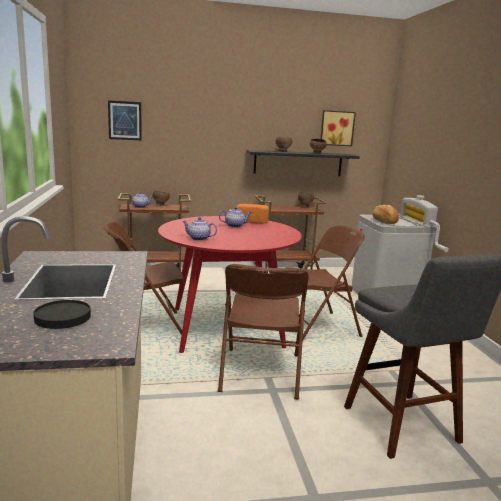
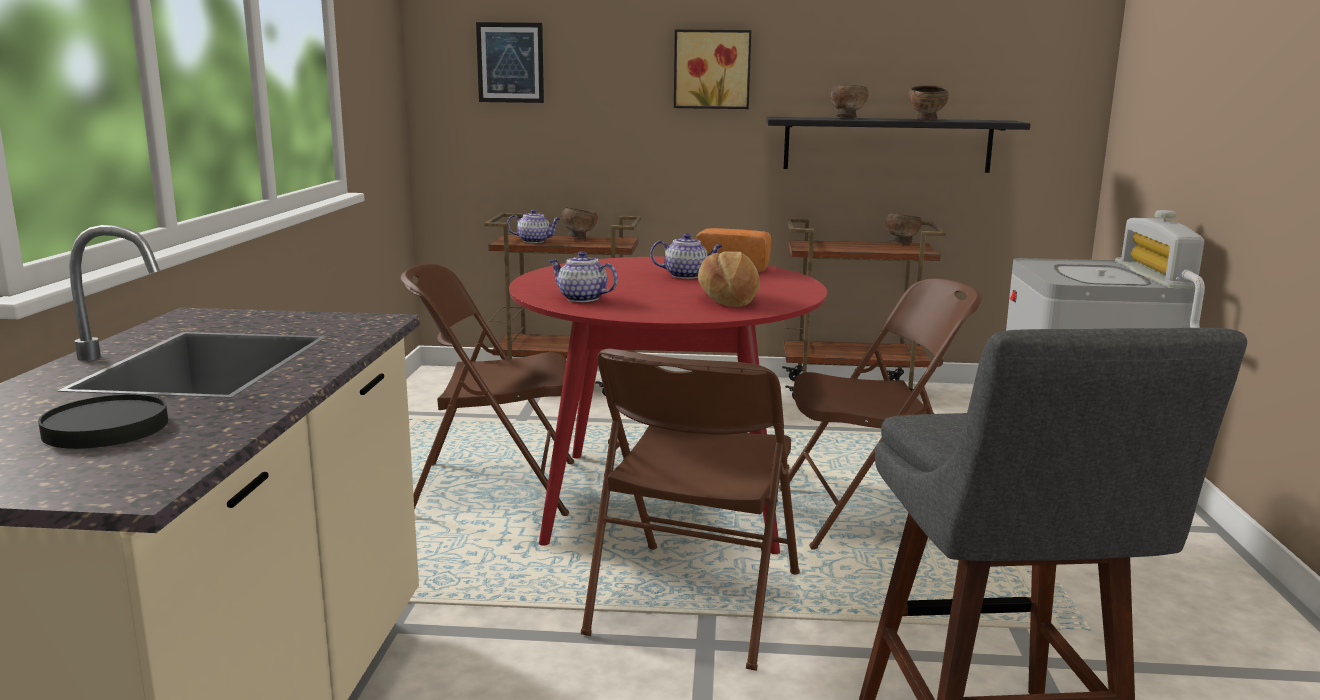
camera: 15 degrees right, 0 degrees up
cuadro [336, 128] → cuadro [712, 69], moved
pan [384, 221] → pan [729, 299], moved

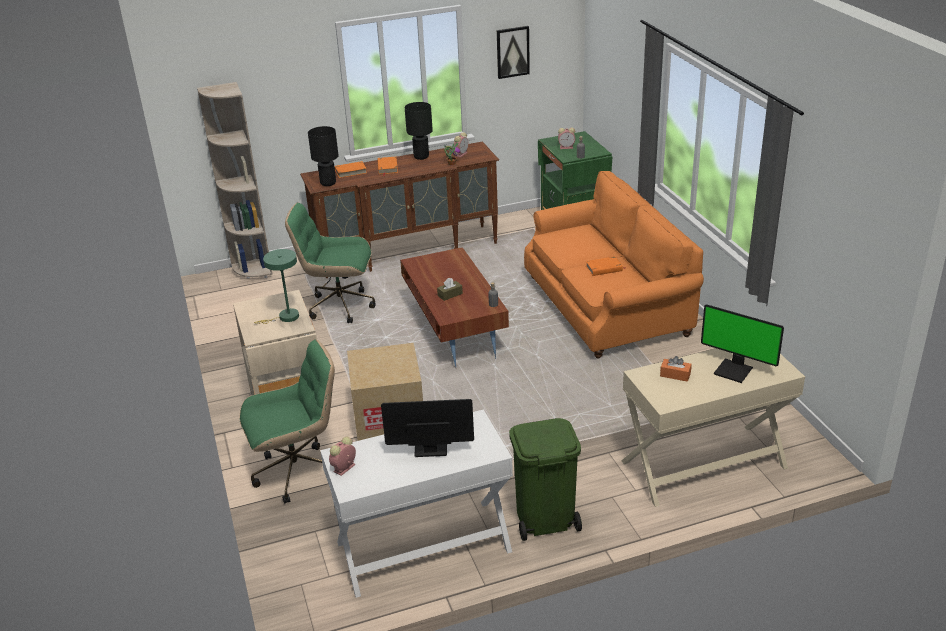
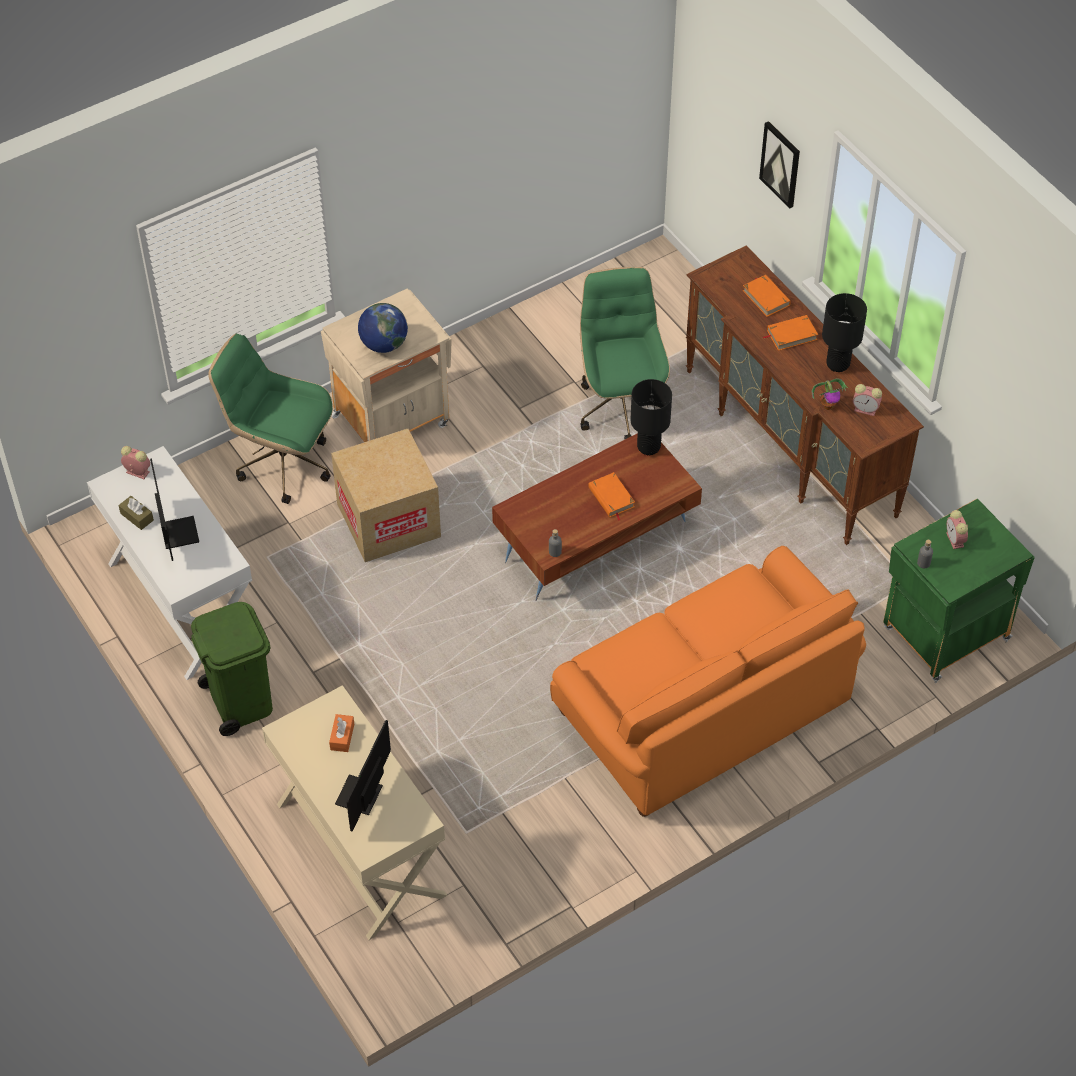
camera: 75 degrees right, 20 degrees up
estantería (beis) [253, 273] → -
silla de oficina (verde) [299, 472] → silla de oficina (verde) [281, 464], 150 degrees clockwise
lámpara de mesa (verde) [285, 317] → globo terráqueo [384, 344]
lámpara de mesa (negro) [328, 184] → lámpara de mesa (negro) [648, 448], moved
caja de pañuelos (marrón) [450, 294] → caja de pañuelos (marrón) [137, 517], moved
cuadro [512, 52] → cuadro [781, 164], moved
libro (naranja) [604, 268] → libro (naranja) [611, 497], moved

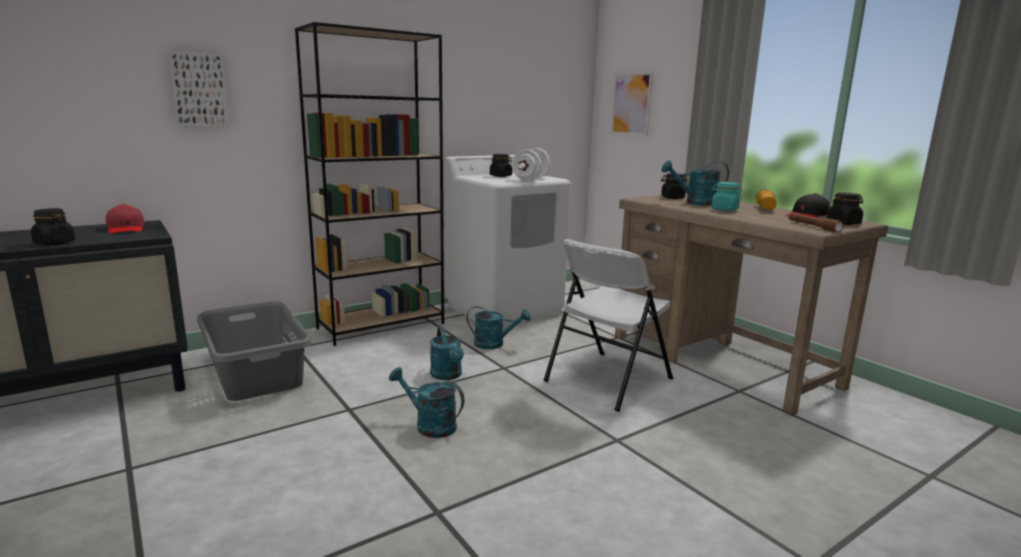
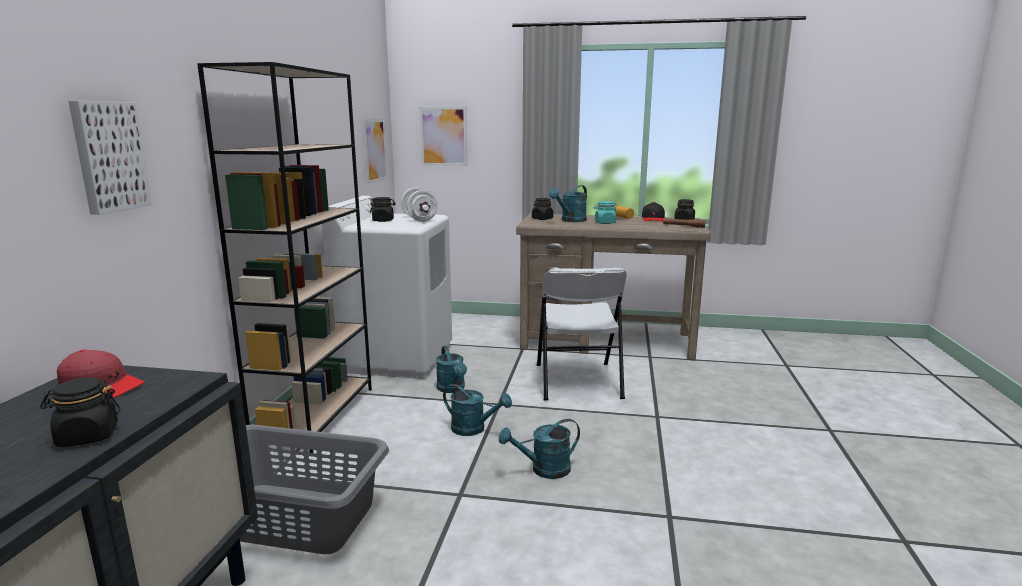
camera: 45 degrees left, 0 degrees up
regadera (turquesa) [494, 344] → regadera (turquesa) [452, 389], 105 degrees clockwise
- → cuadro [375, 150]

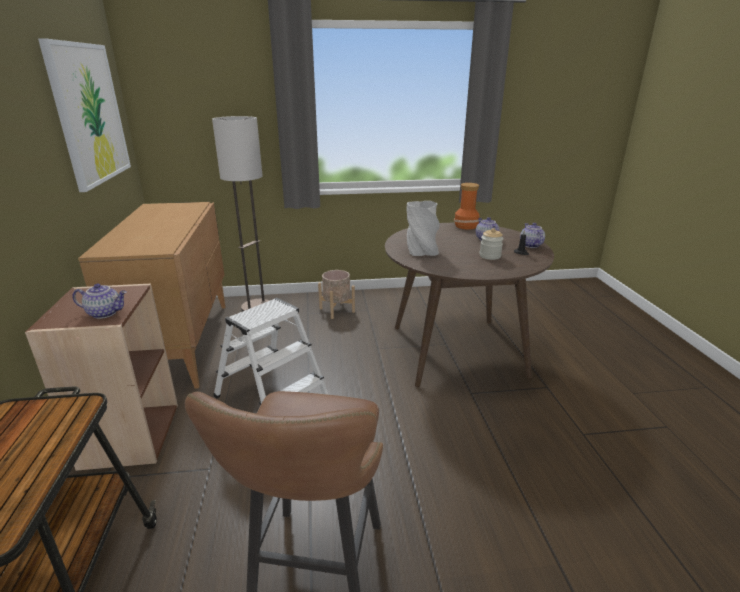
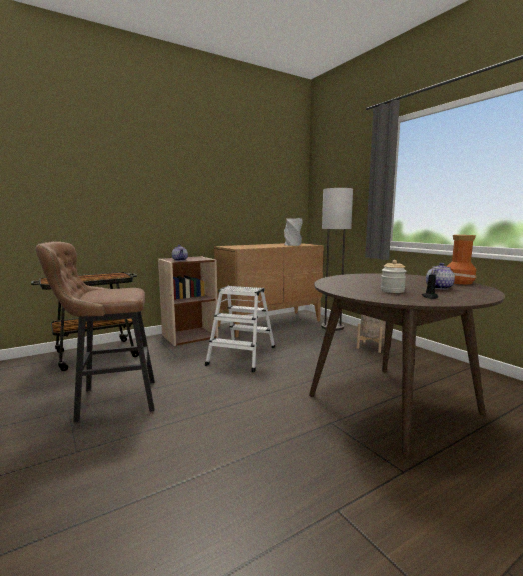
camera: 65 degrees right, 15 degrees down
cuadro [89, 114] → -
florero (gris) [421, 251] → florero (gris) [292, 245], moved
tetera [530, 245] → -

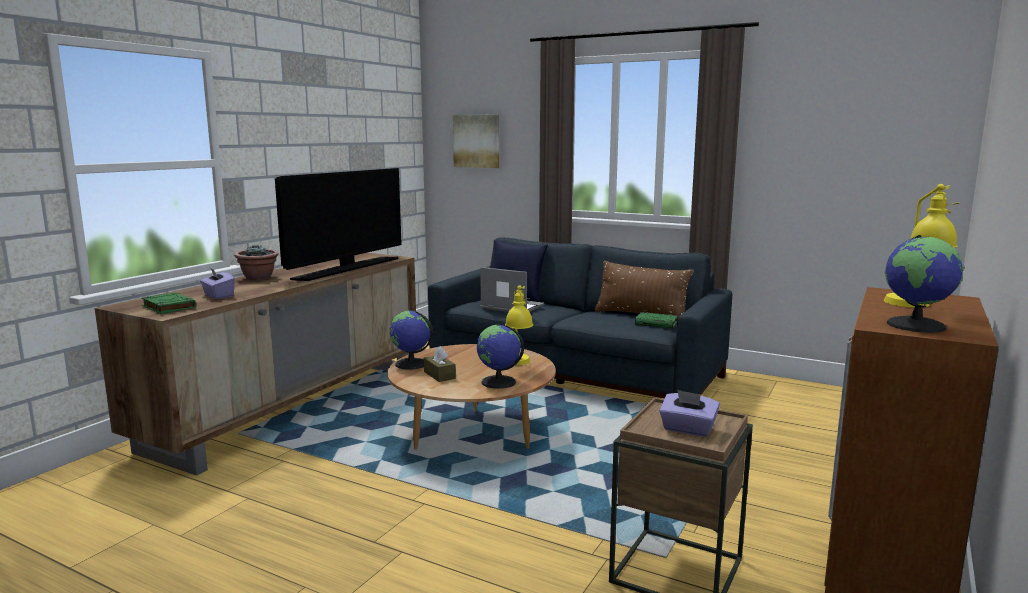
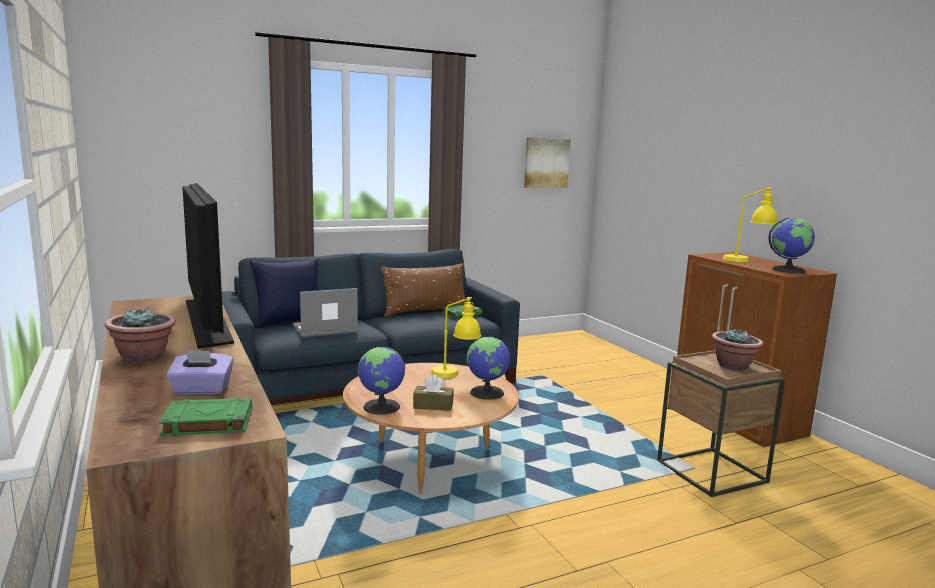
camera: 55 degrees left, 0 degrees up
cuadro [477, 141] → cuadro [546, 163], moved
caja de pañuelos (morado) [687, 429] → planta en maceta [733, 366]

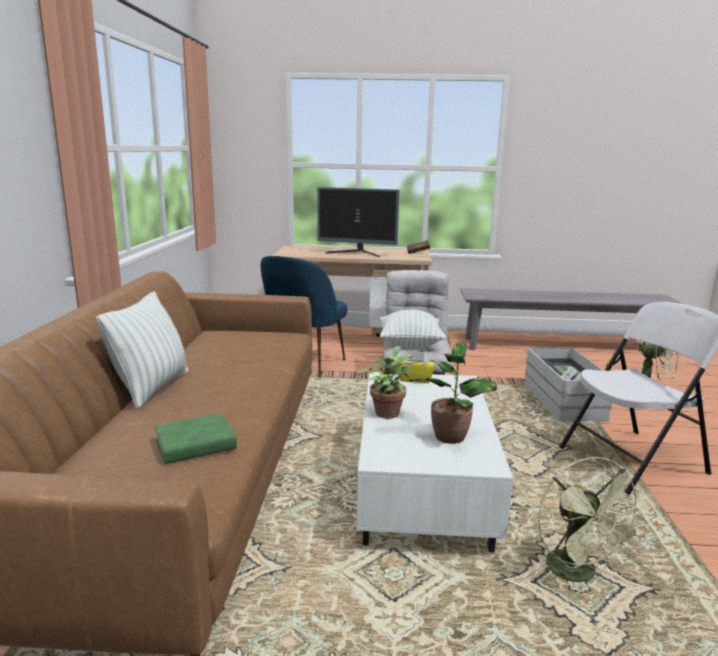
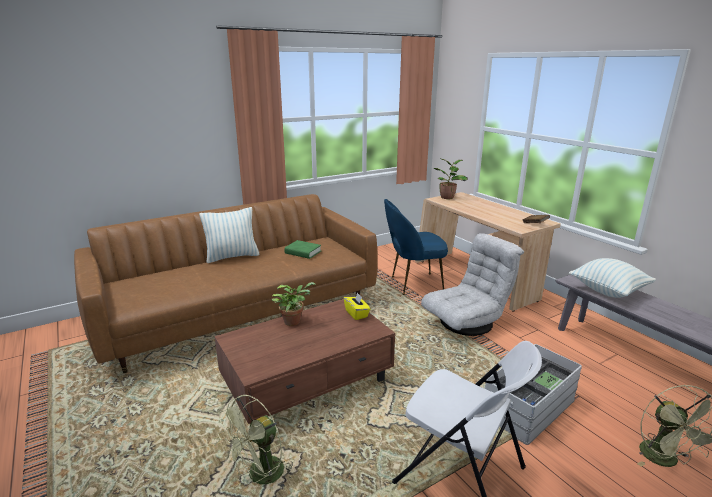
camera: 55 degrees right, 5 degrees up
libro (verde) [195, 445] → libro (verde) [303, 252], moved
monitor [357, 253] → -
mesa de centro (blanco) [423, 486] → mesa de centro (marrón) [309, 381]
cojín [410, 344] → cojín [608, 291], moved
planta en maceta [449, 435] → planta en maceta [448, 197], moved

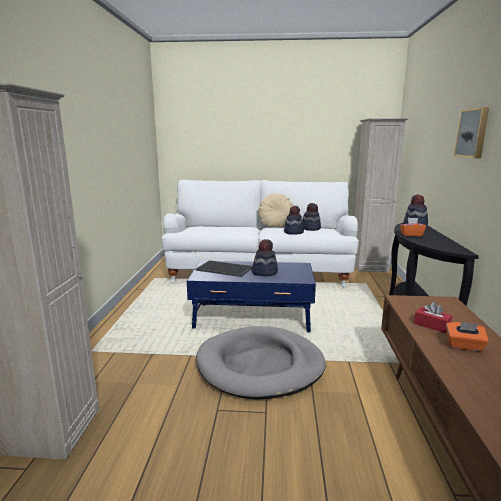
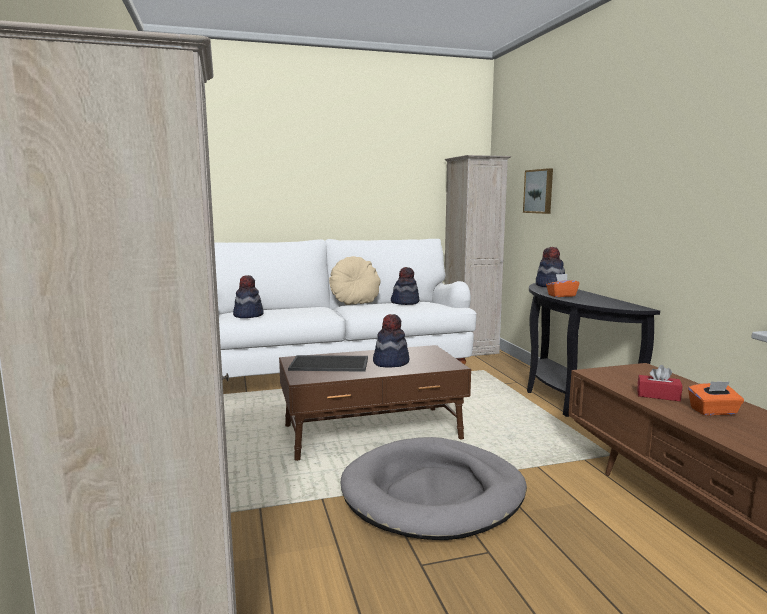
camera: 20 degrees left, 5 degrees down
mesa de centro (azul) [253, 317] → mesa de centro (marrón) [373, 432]
sombrero [293, 232] → sombrero [248, 315], moved
cuadro [473, 133] → cuadro [539, 191], moved

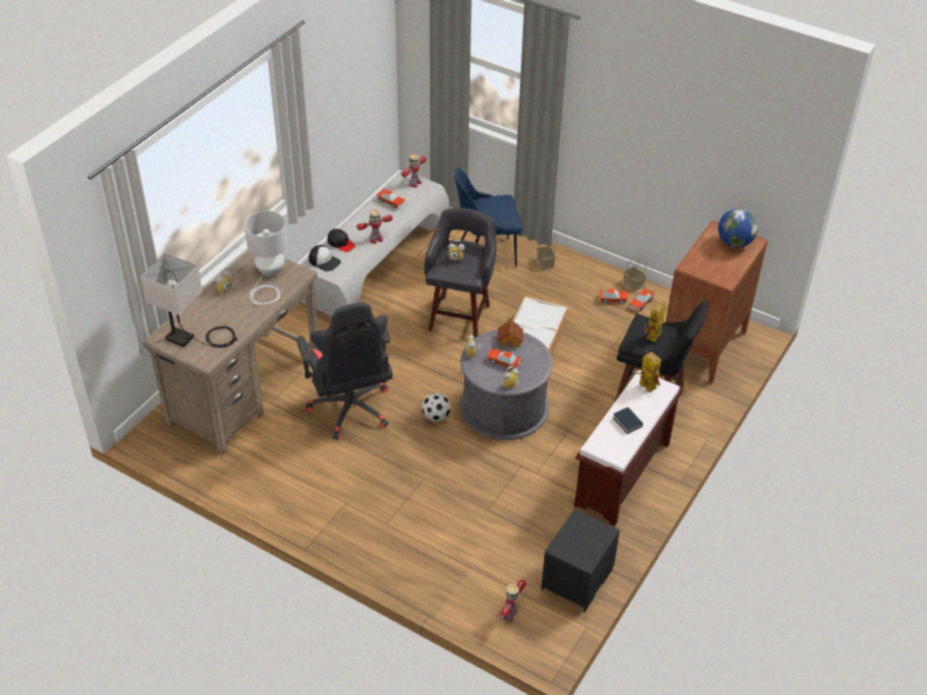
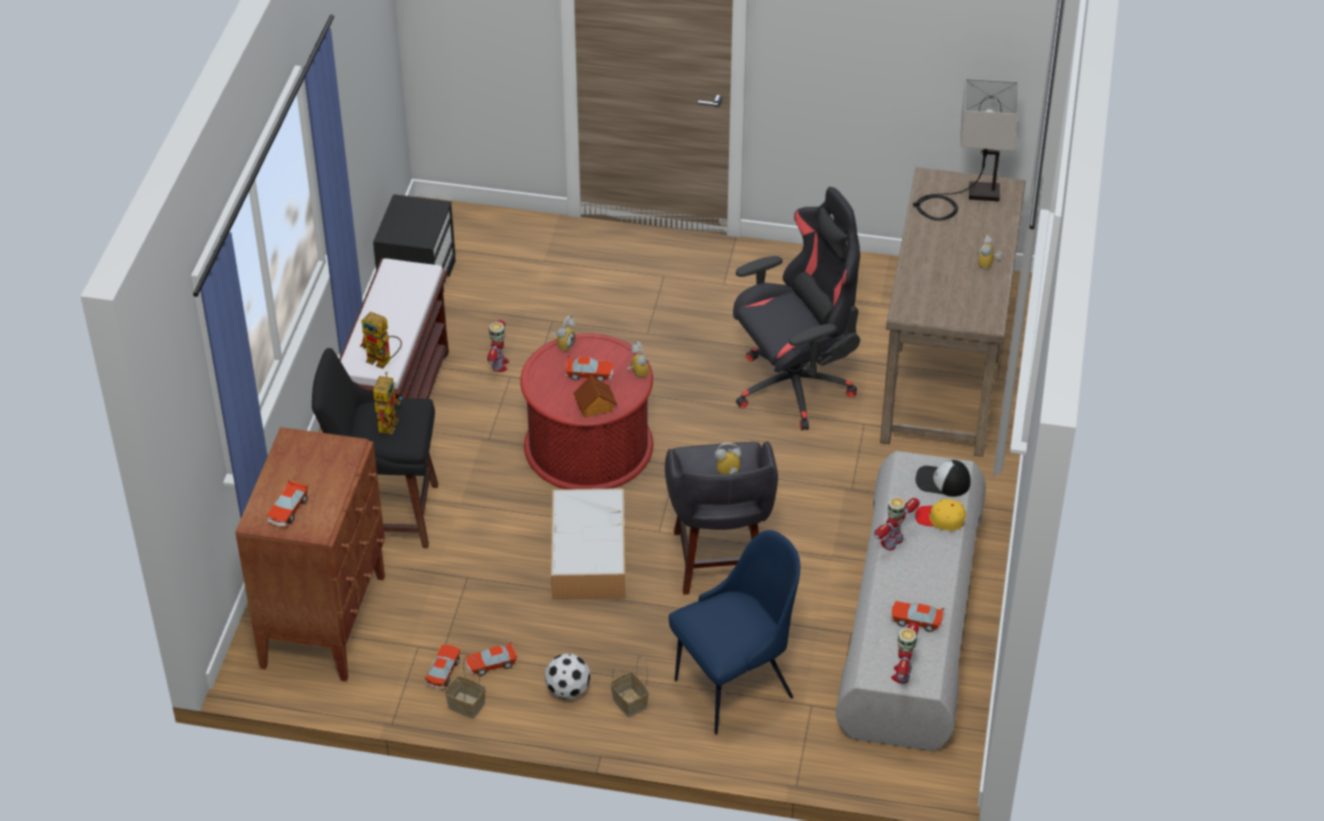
camera: 160 degrees right, 0 degrees up
lámpara de mesa (blanco) [268, 279] → -
silla de oficina (negro) [350, 407] → silla de oficina (negro) [792, 388], 105 degrees clockwise
gorra (negro) [341, 243] → gorra (amarillo) [940, 519]
balón de fútbol [436, 416] → balón de fútbol [568, 690], moved
mesa de centro (gris) [504, 407] → mesa de centro (rojo) [588, 446]
robot de juguete [510, 613] → robot de juguete [499, 365], moved
libro [627, 422] → -
globo terráqueo [734, 243] → coche de juguete [288, 510]

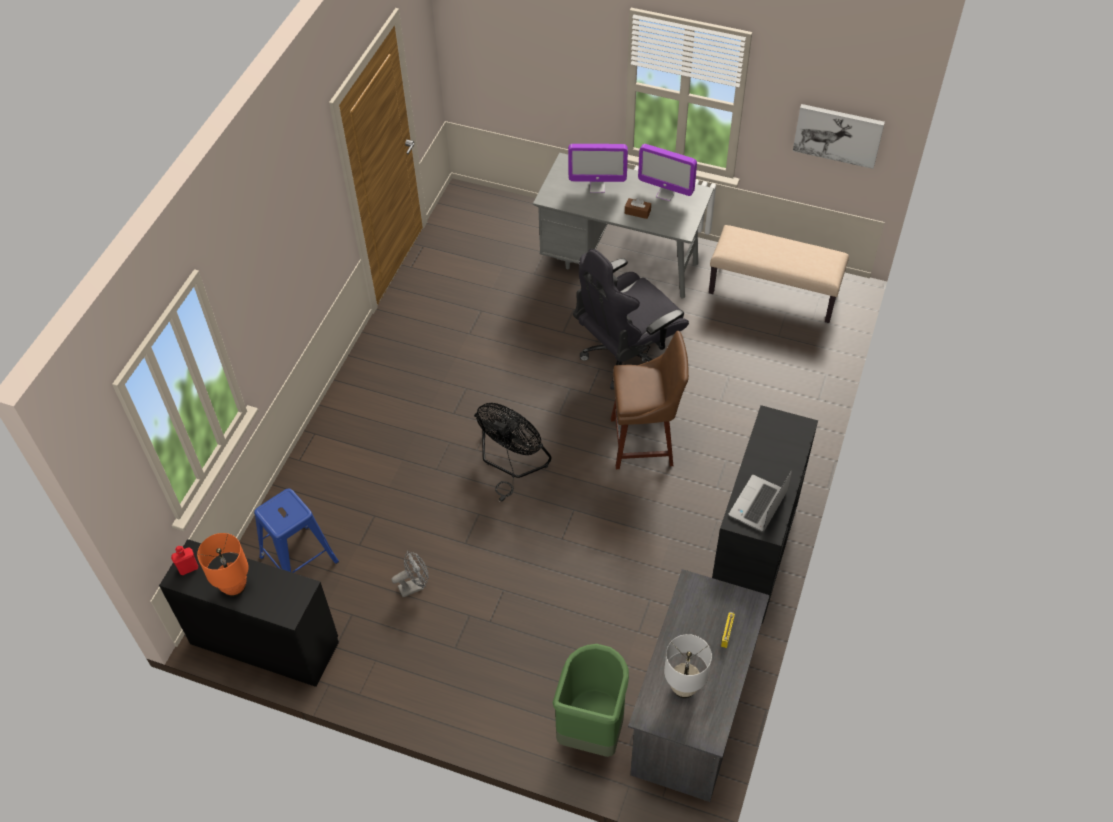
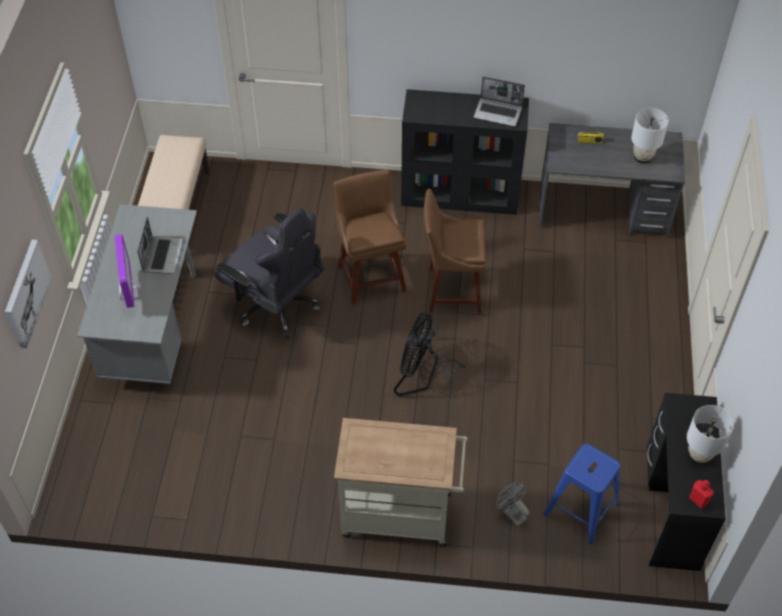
camera: 105 degrees left, 0 degrees up
lámpara de mesa (naranja) [234, 587] → lámpara de mesa (blanco) [699, 455]
ventilador (gris) [414, 586] → ventilador (gris) [511, 513], moved
papelera (verde) [591, 729] → -
caja de pañuelos (marrón) [637, 212] → portátil [162, 255]
monitor [665, 194] → -
cuadro [838, 134] → cuadro [26, 293], moved
- → carrito (beis) [400, 516]
- → silla (marrón) [450, 289]

